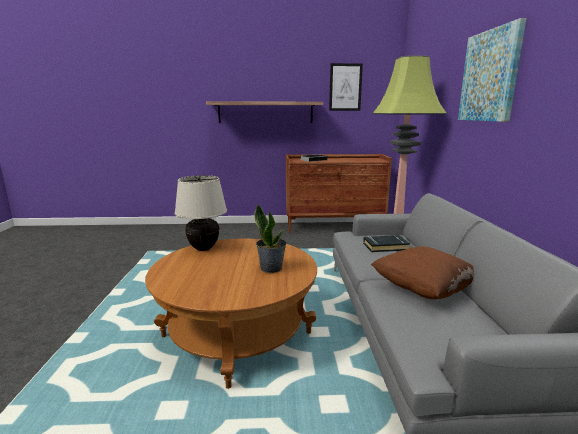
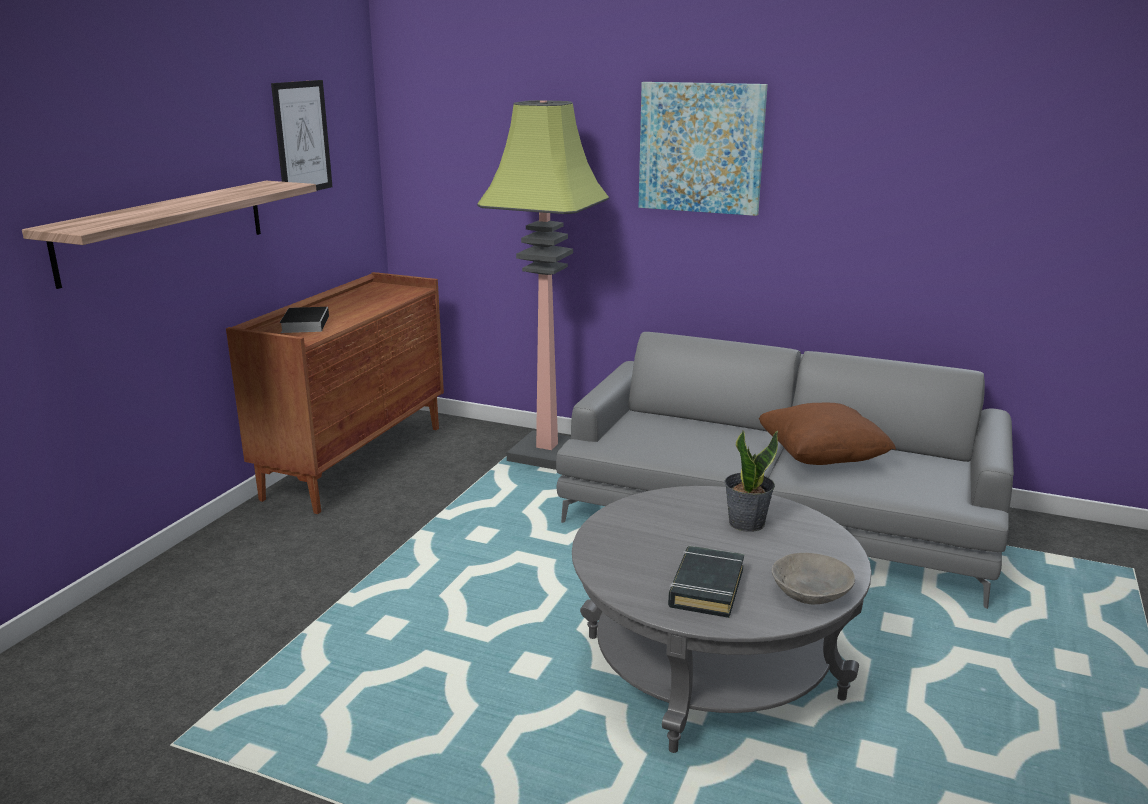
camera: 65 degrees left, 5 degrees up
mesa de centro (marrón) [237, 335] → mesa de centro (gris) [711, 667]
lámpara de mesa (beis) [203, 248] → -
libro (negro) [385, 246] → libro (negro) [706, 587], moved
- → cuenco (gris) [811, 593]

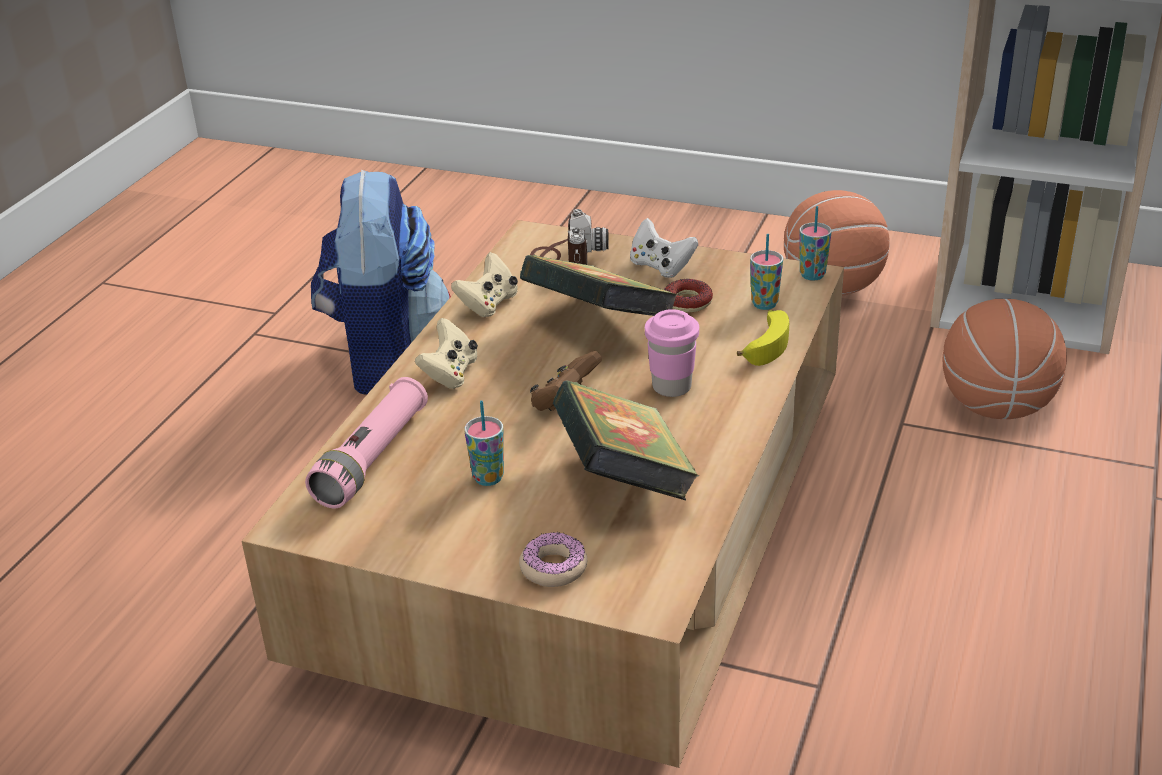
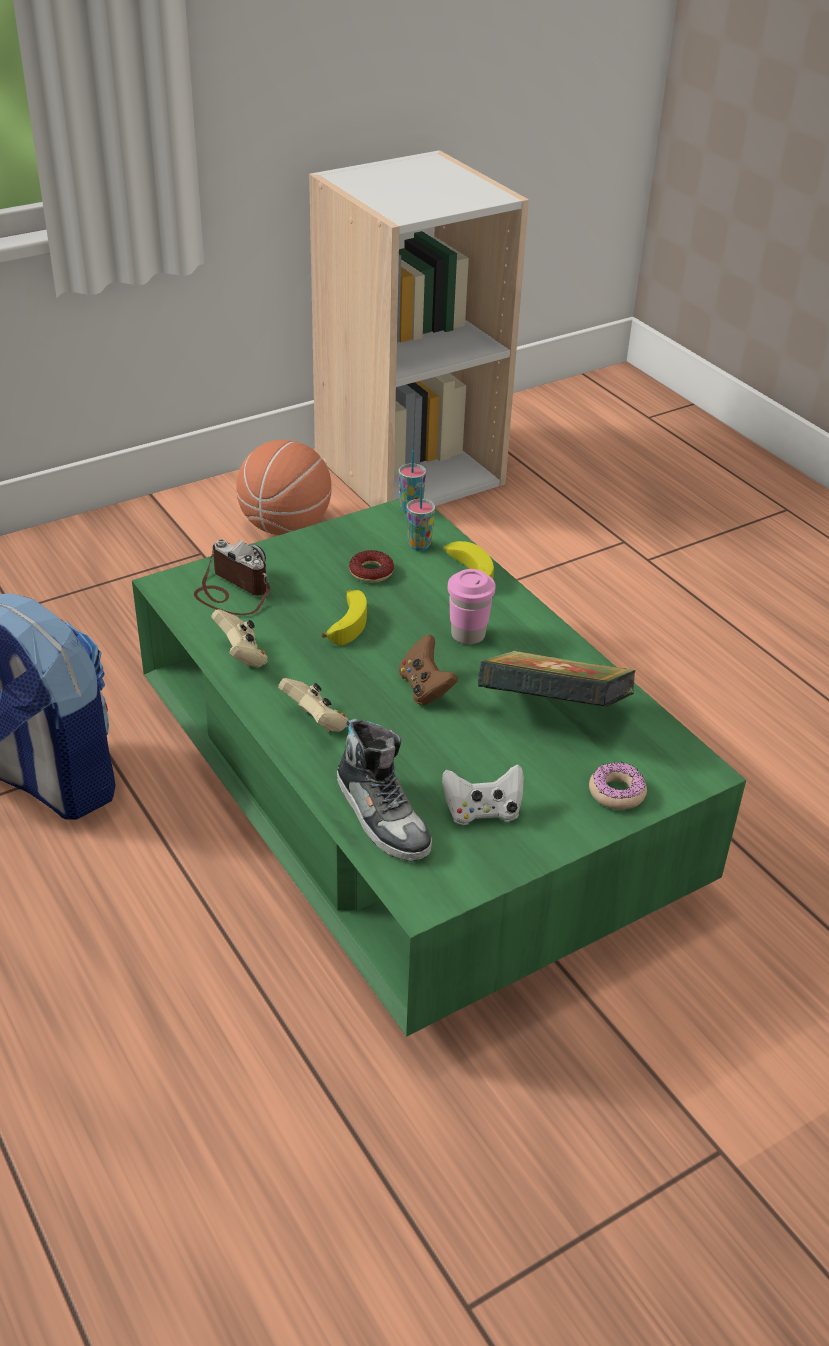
camera: 55 degrees left, 5 degrees up
mesa de centro (marrón) [587, 531] → mesa de centro (verde) [410, 795]
linterna (rosa) [373, 458] → zapato [382, 815]
taza [488, 478] → -
libro [599, 325] → plátano [346, 623]
mando de consola (blanco) [661, 267] → mando de consola (blanco) [482, 811], moved
balón de baloncesto [996, 406] → -

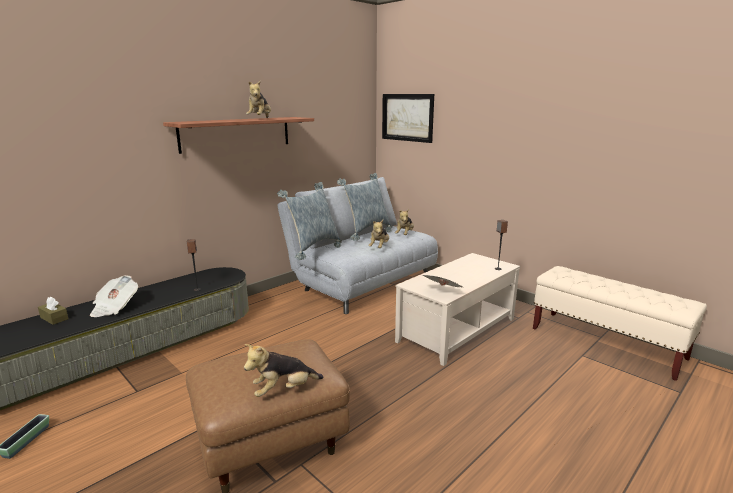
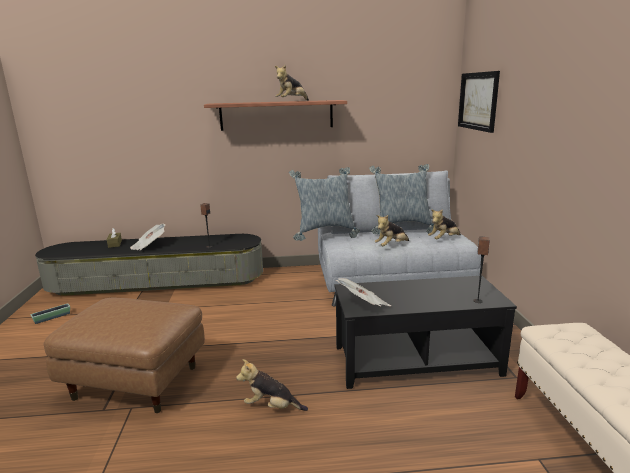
camera: 40 degrees right, 0 degrees up
peluche [284, 390] → peluche [271, 406], moved
mesa de centro (beis) [457, 330] → mesa de centro (negro) [416, 360]

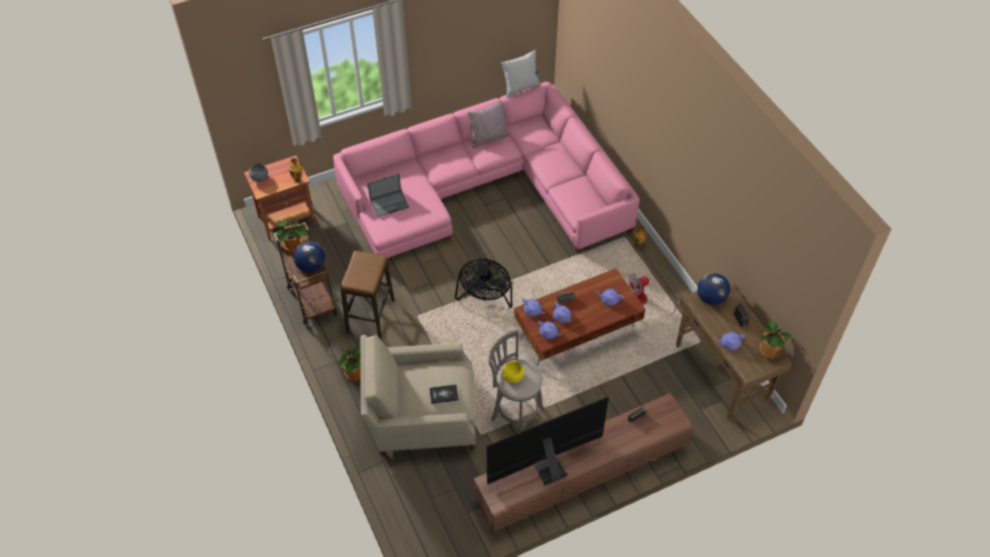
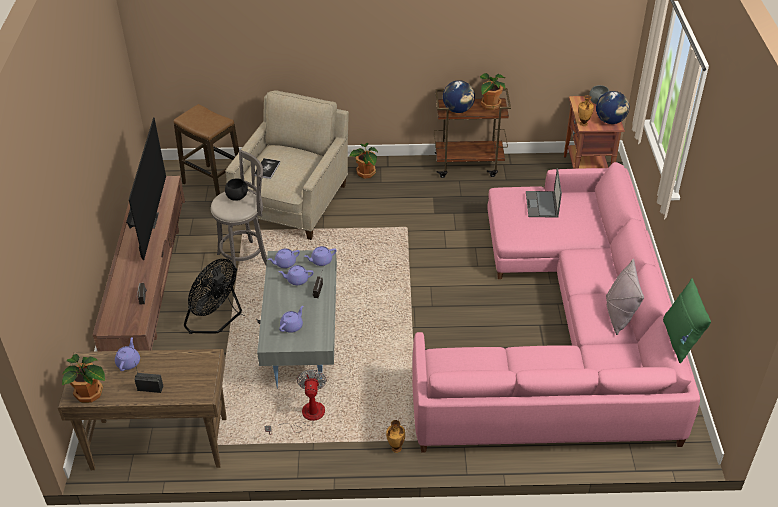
camera: 115 degrees right, 10 degrees down
taburete [370, 316] → taburete [214, 184], moved
ventilador (negro) [484, 295] → ventilador (negro) [224, 317], moved
cojín (gris) [520, 88] → cojín (verde) [680, 340]
cuenco (amarillo) [512, 377] → cuenco (negro) [237, 197]
mesa de centro (marrón) [577, 334] → mesa de centro (gris) [303, 337]
globo terráqueo [711, 298] → globo terráqueo [610, 121], moved

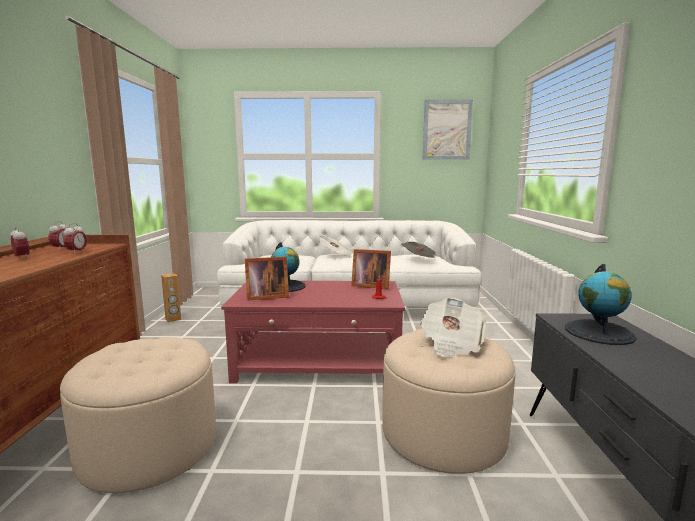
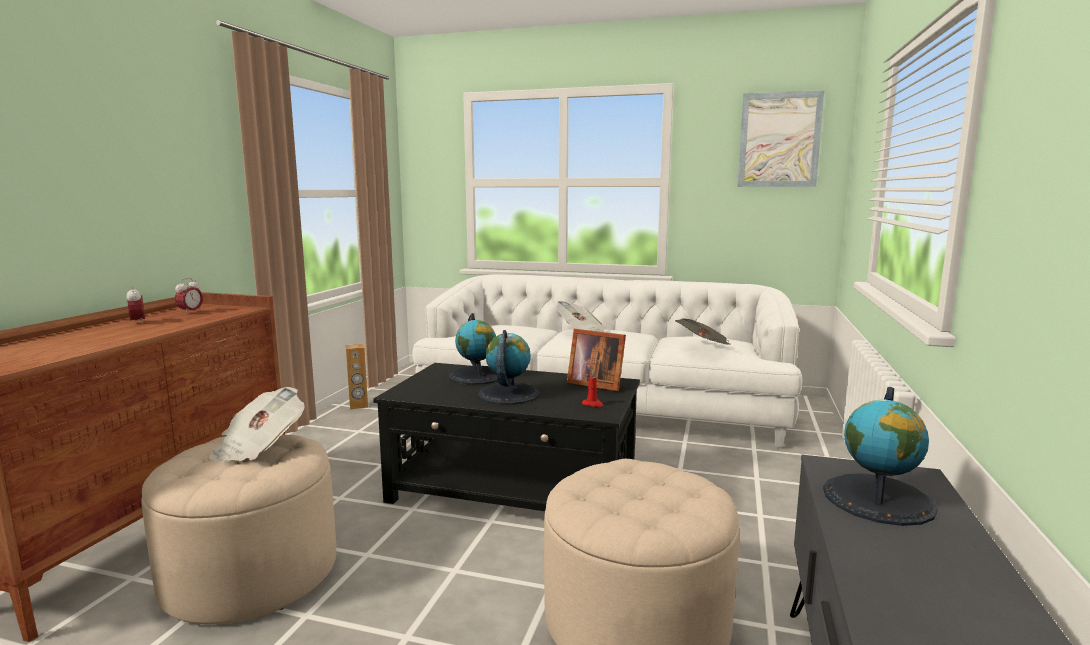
camera: 15 degrees right, 0 degrees up
despertador [77, 252] → -
mesa de centro (rojo) [319, 363] → mesa de centro (negro) [515, 489]
portarretratos [265, 296] → -
periódico [451, 344] → periódico [259, 447], moved
- → globo terráqueo [508, 394]

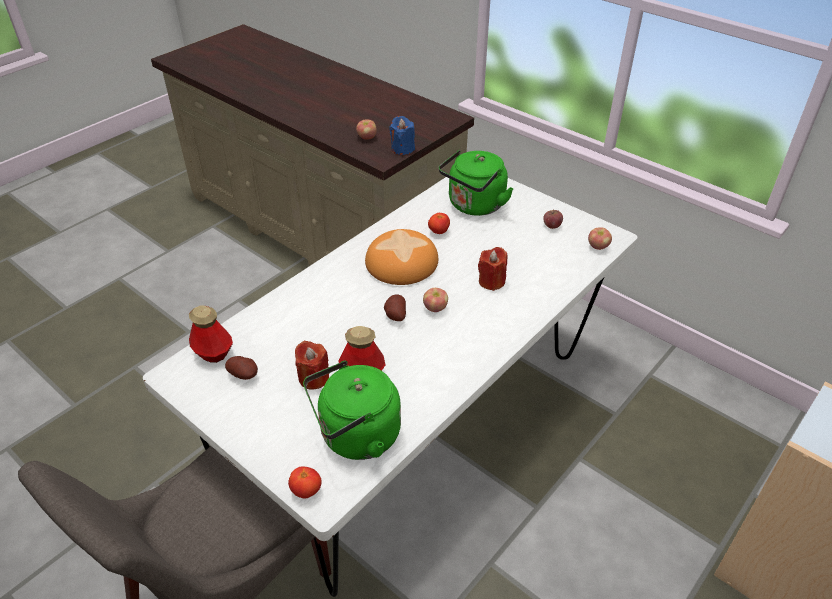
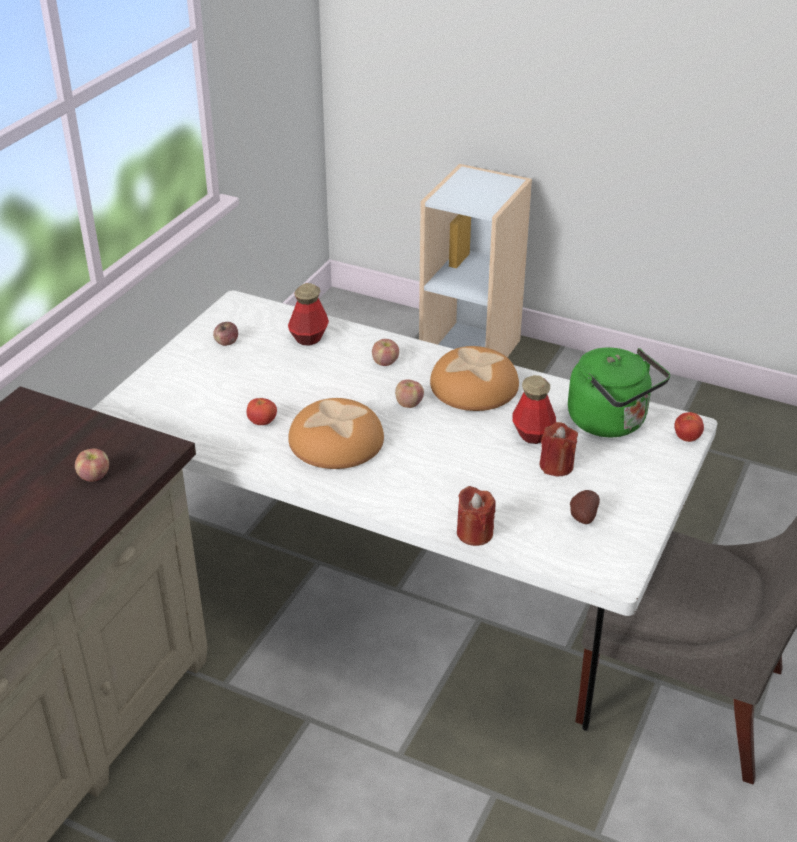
camera: 105 degrees left, 5 degrees down
botella [214, 353] → botella [309, 338], moved
patata [395, 316] → -
vela (azul) [402, 149] → -
hervidor (verde) [474, 206] → -
vela (rojo) [491, 281] → vela (rojo) [474, 533], moved
manzana [598, 247] → manzana [385, 362], moved
- → pan [474, 387]

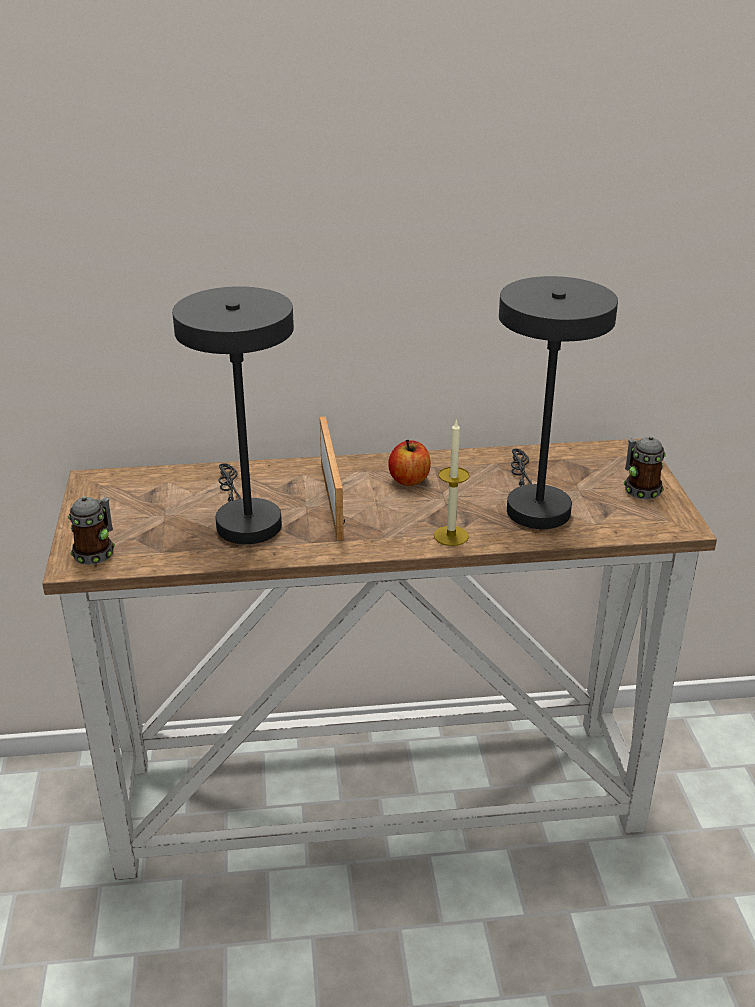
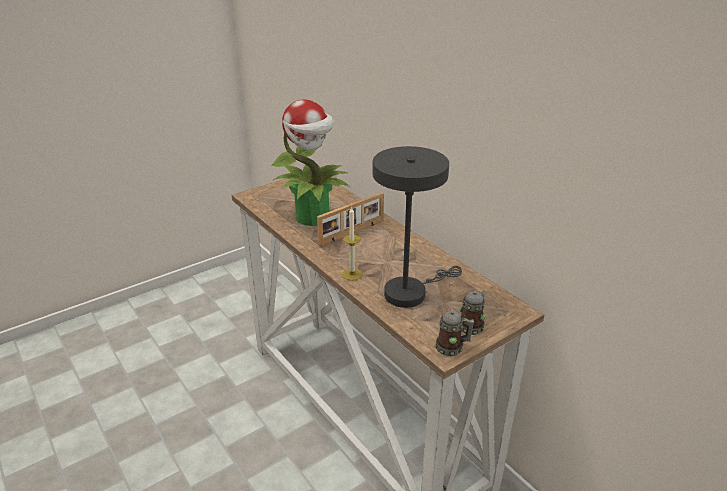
camera: 60 degrees right, 0 degrees up
taza grande [97, 551] → taza grande [452, 347], moved
lámpara de mesa (gris) [244, 519] → planta en maceta [314, 217]
manzana [409, 480] → -

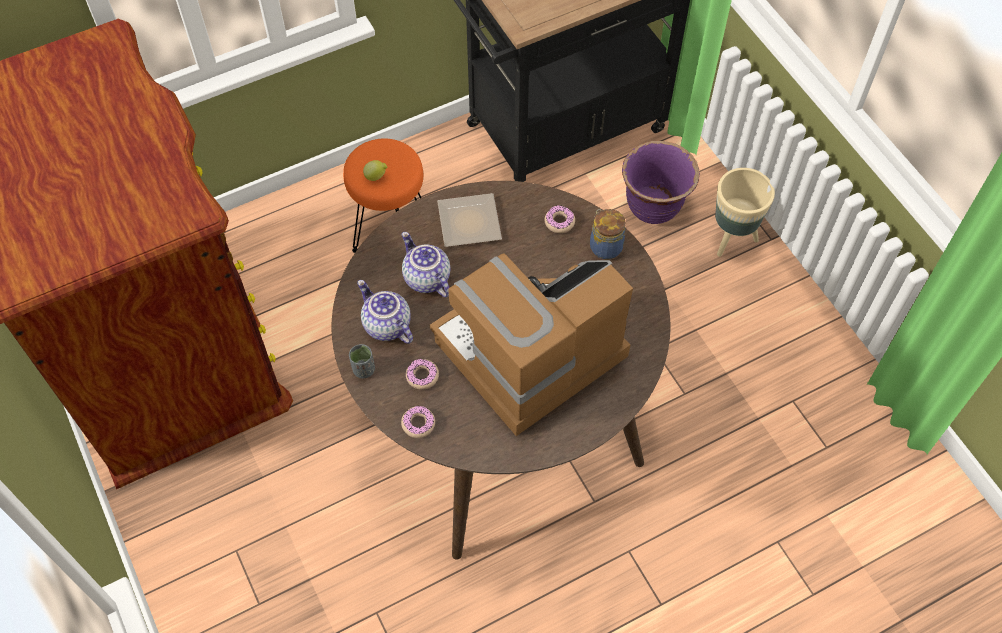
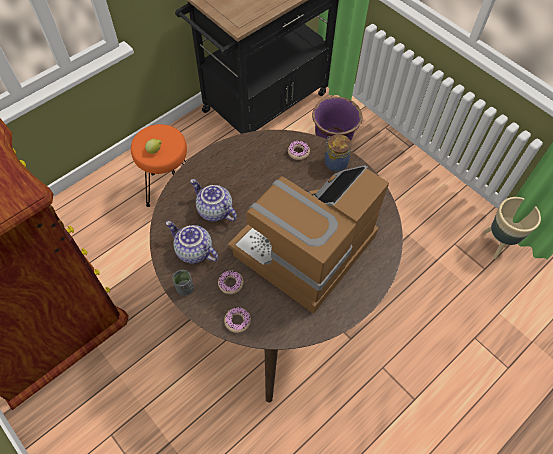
camera: 15 degrees left, 0 degrees up
plato [467, 224] → -
maceta (beis) [731, 238] → maceta (beis) [497, 243], moved

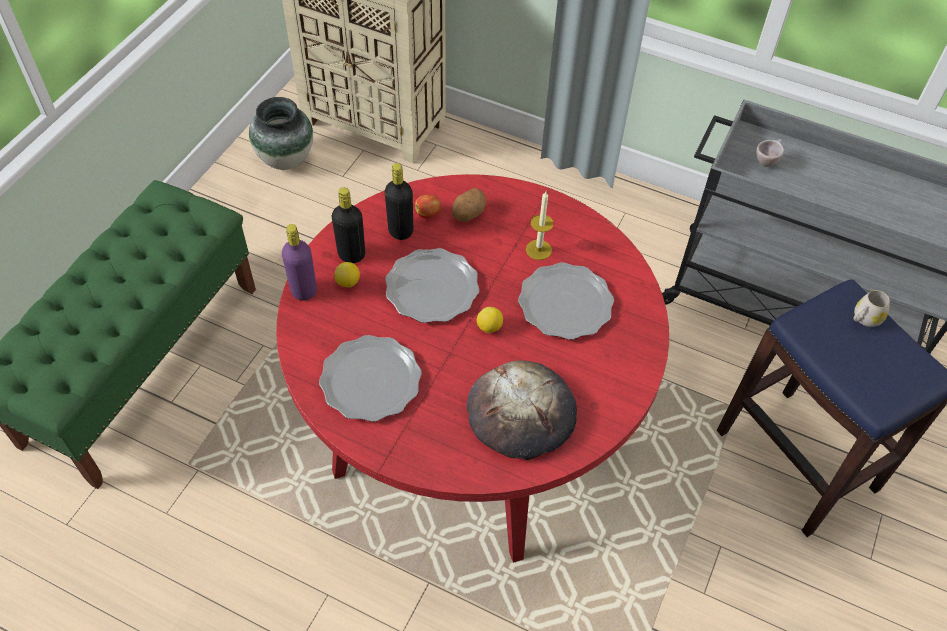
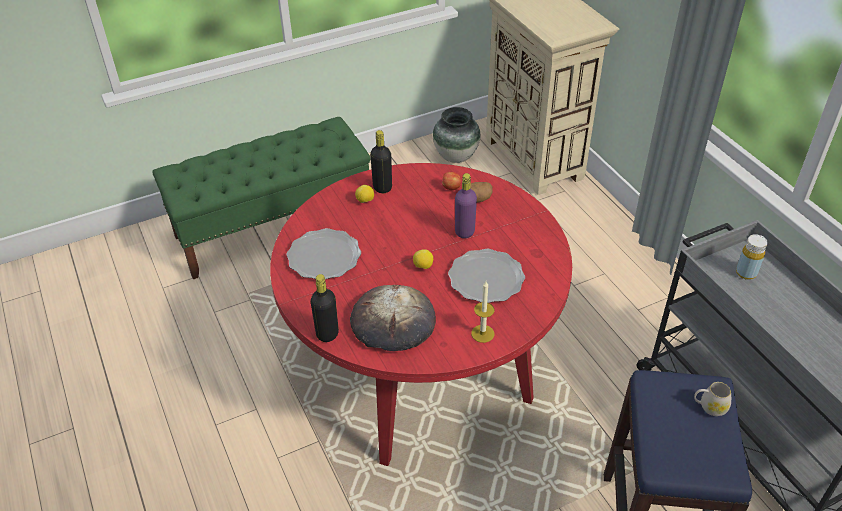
camera: 40 degrees right, 10 degrees down
botella (morado) [304, 290] → botella (morado) [464, 232], moved
botella (negro) [400, 231] → botella (negro) [327, 334], moved
plato [431, 288] → -
vela [538, 250] → vela [482, 333], moved
taza (beis) [767, 161] → botella (amarillo) [746, 273]

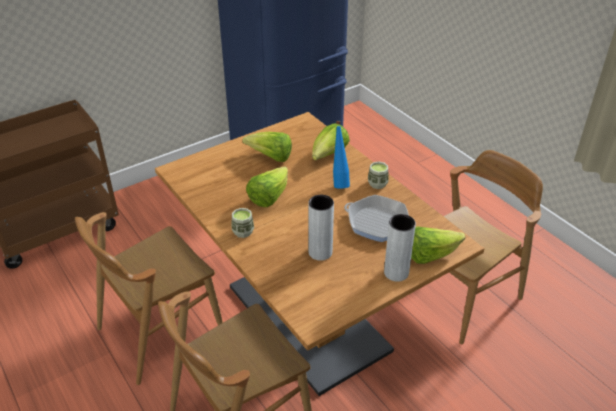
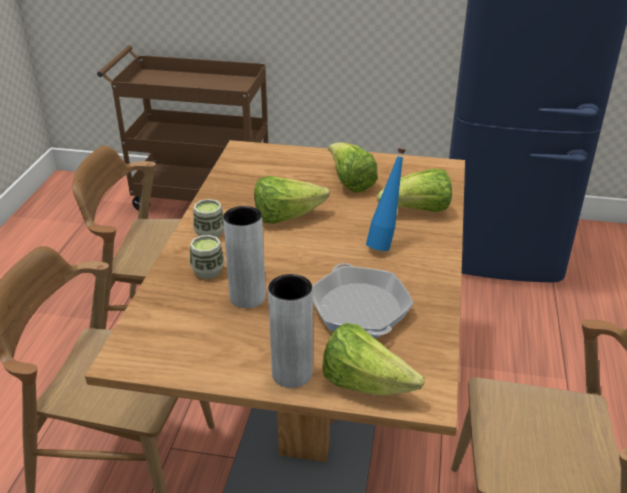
camera: 45 degrees right, 5 degrees down
taza [377, 184] → taza [208, 271], moved

